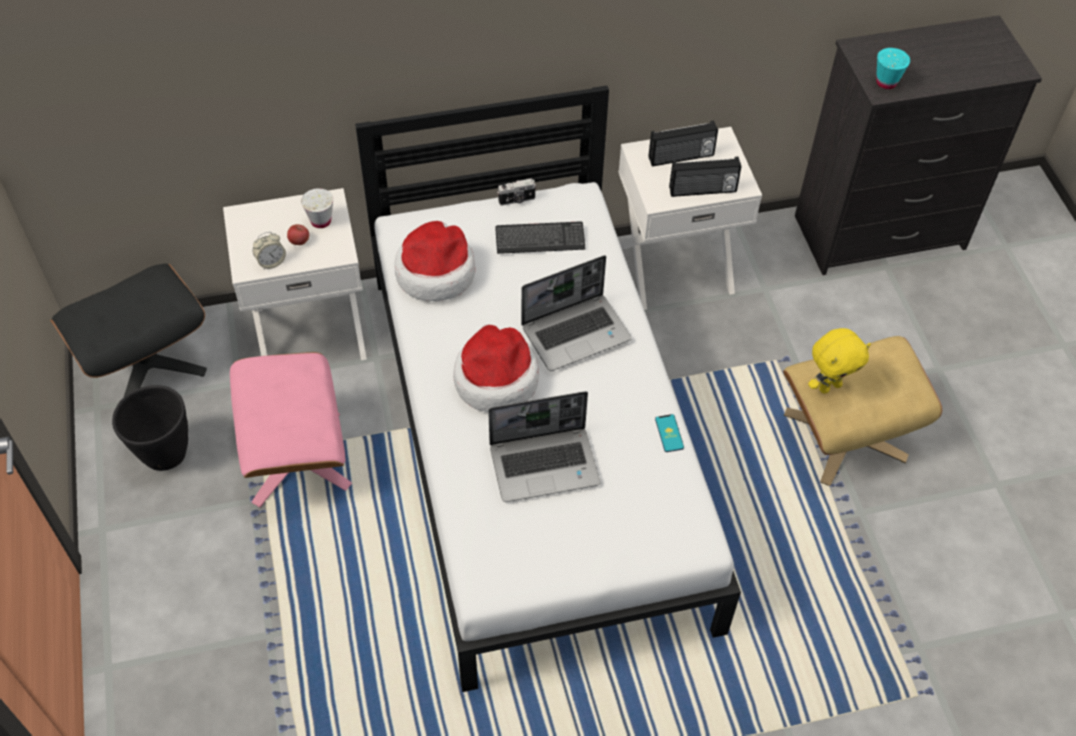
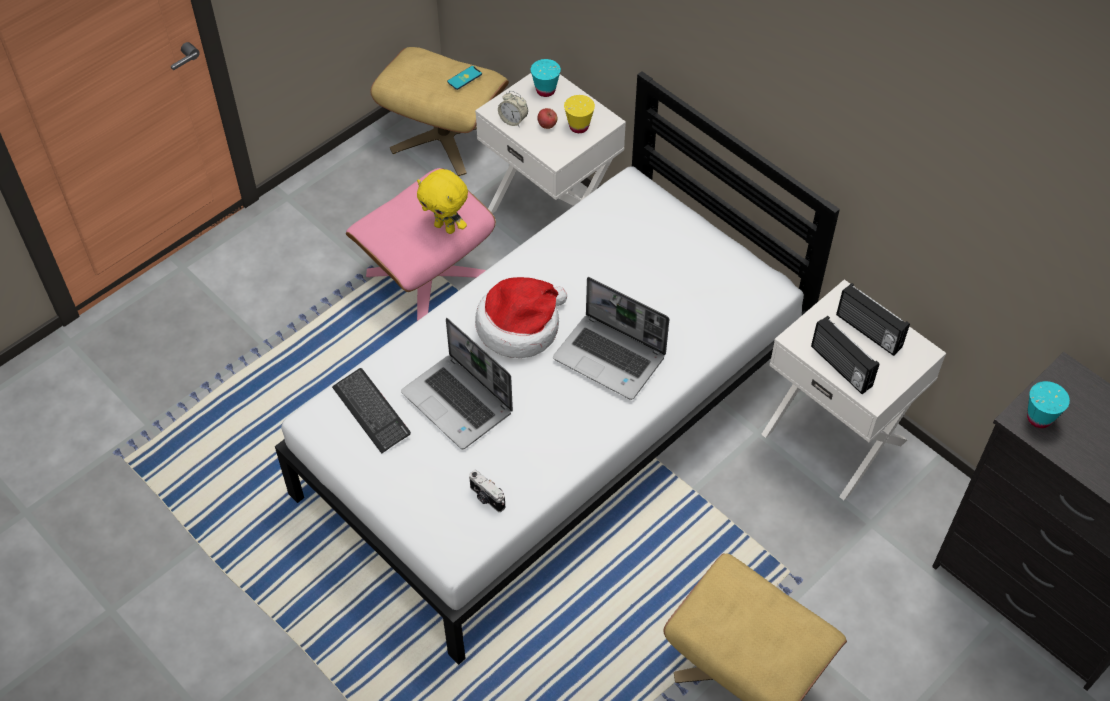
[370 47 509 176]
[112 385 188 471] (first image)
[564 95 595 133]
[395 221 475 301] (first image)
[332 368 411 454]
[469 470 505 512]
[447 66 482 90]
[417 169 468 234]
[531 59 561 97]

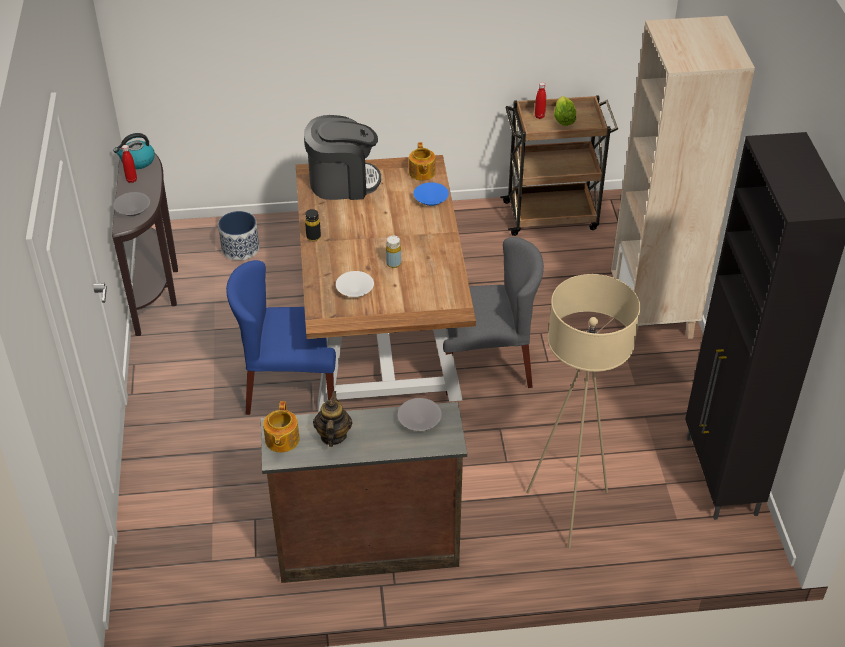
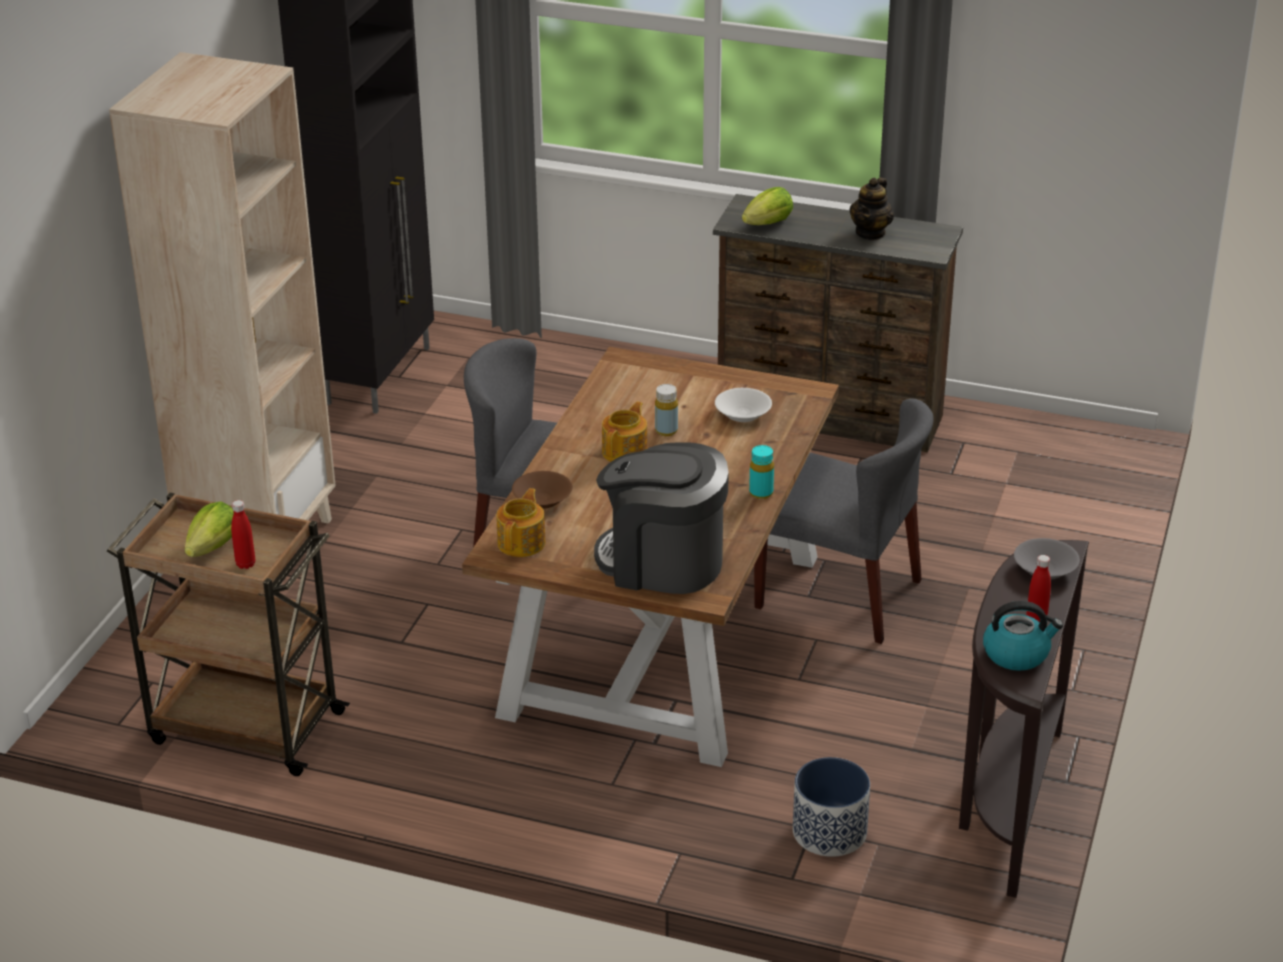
[754 398 934 644]
[602 402 647 462]
[749 445 774 499]
[742 187 793 225]
[512 471 573 509]
[526 274 640 548] (first image)

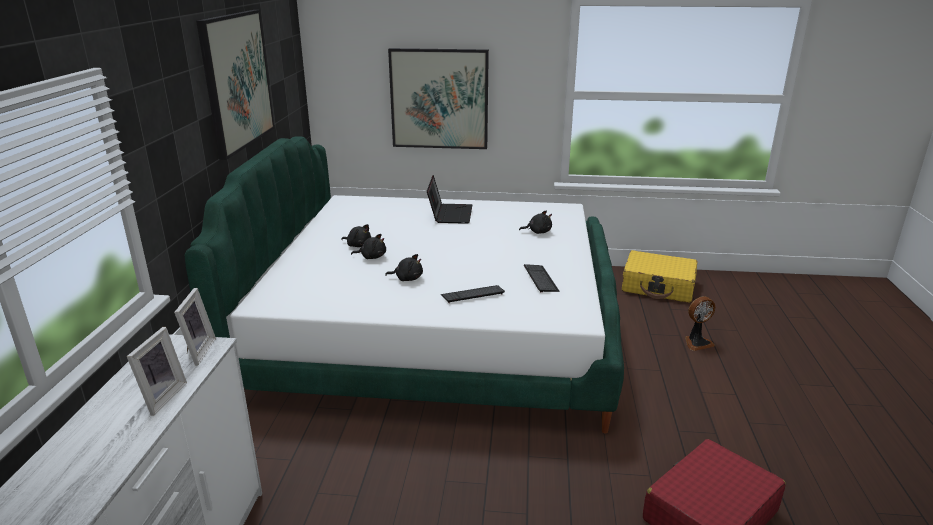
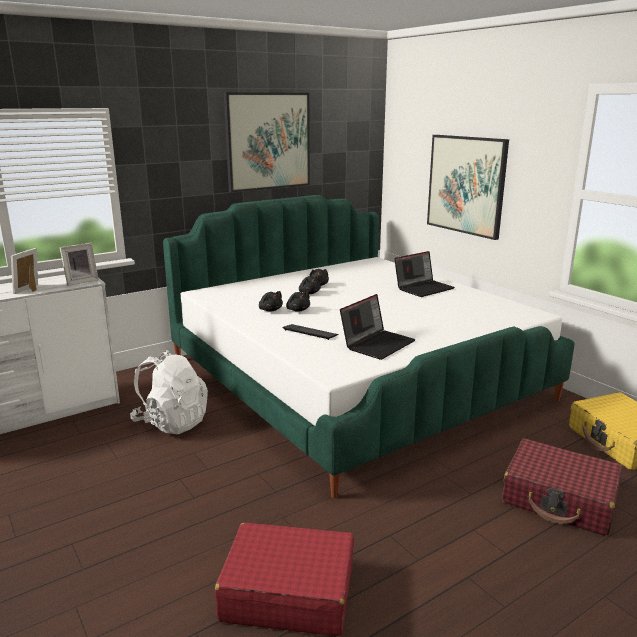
[11 248 38 294]
[259 291 283 311]
[340 294 416 360]
[502 439 622 536]
[130 350 208 434]

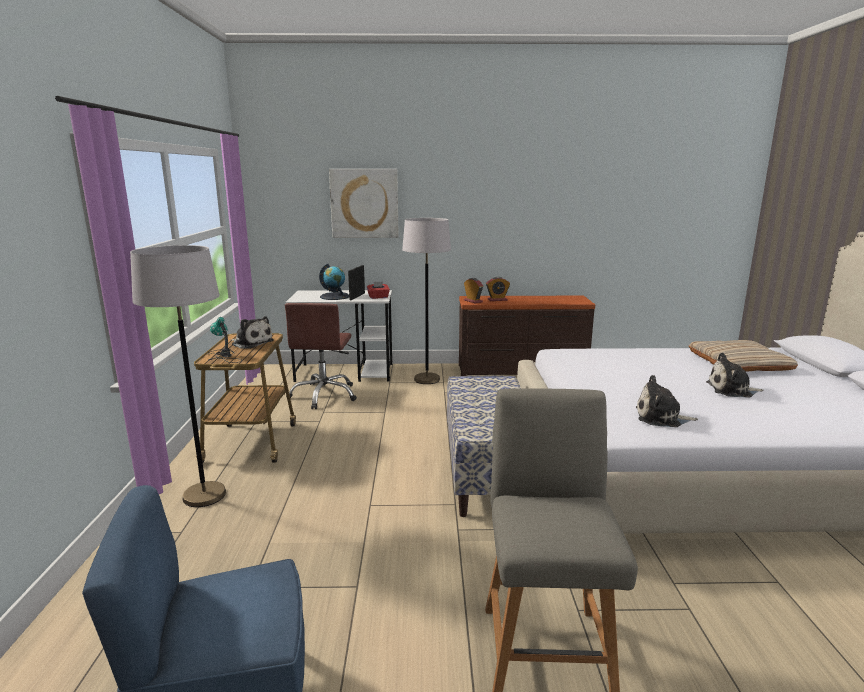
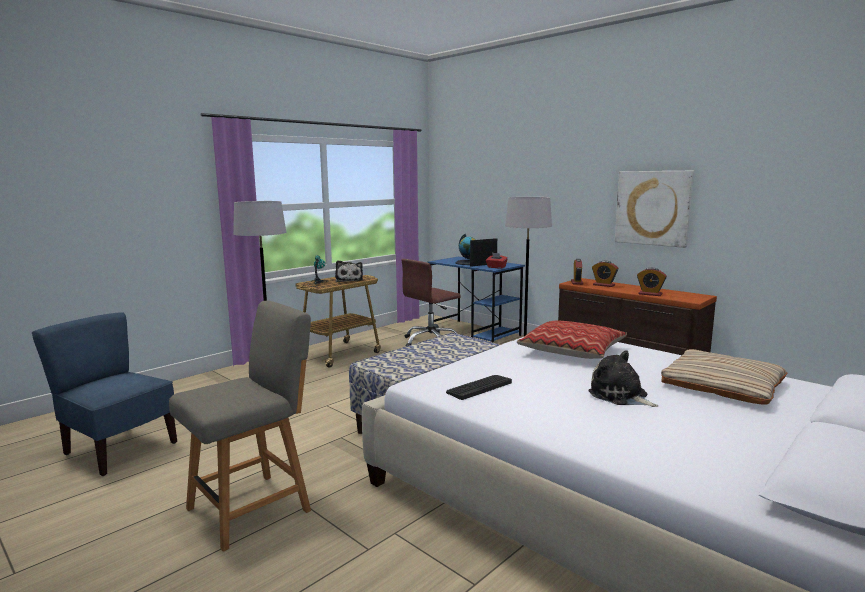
[427 257 525 343]
[615 171 694 248]
[446 375 512 400]
[517 321 627 359]
[637 268 667 296]

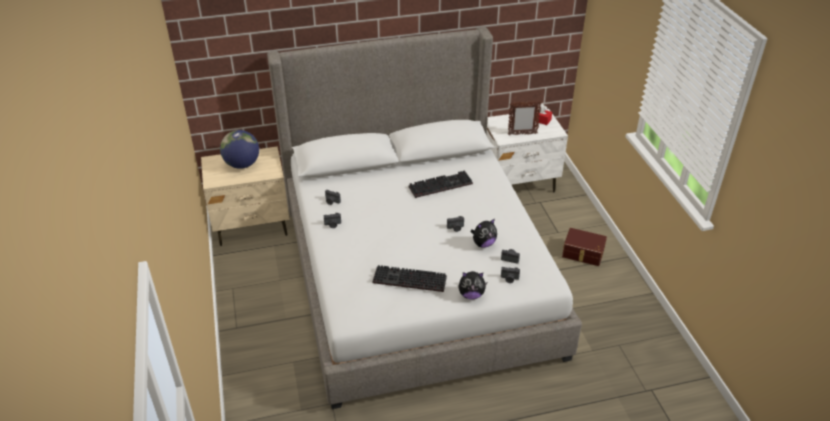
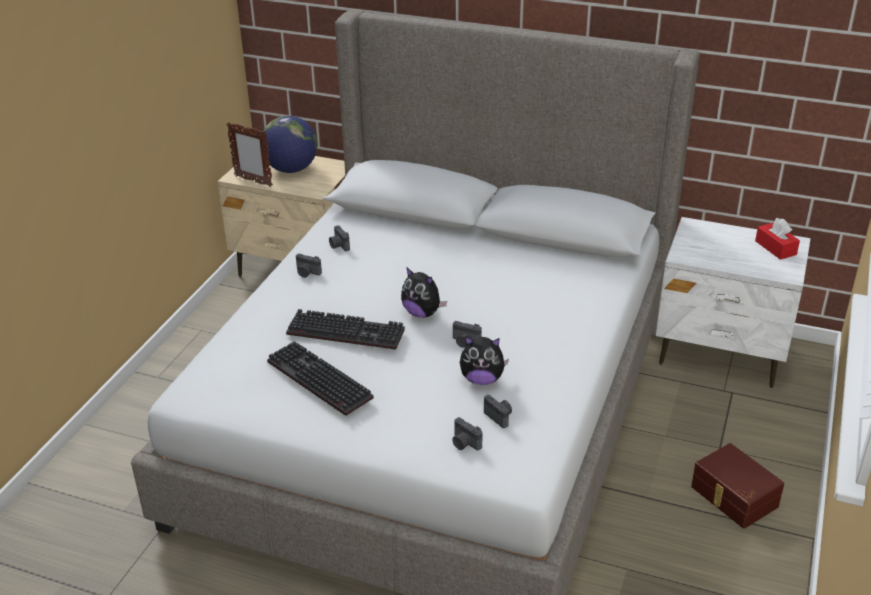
[286 309 405 350]
[401 268 447 318]
[226 122 273 187]

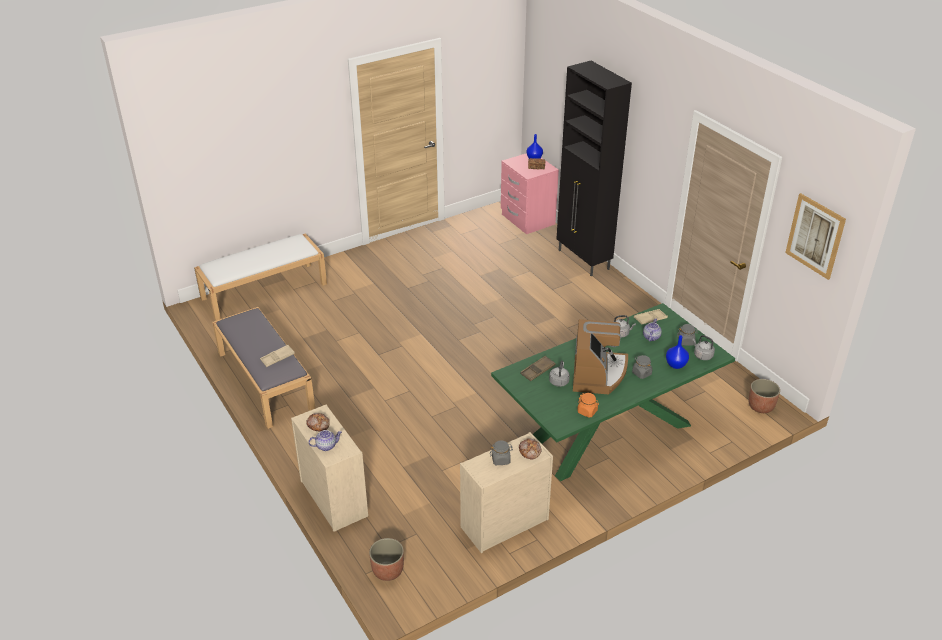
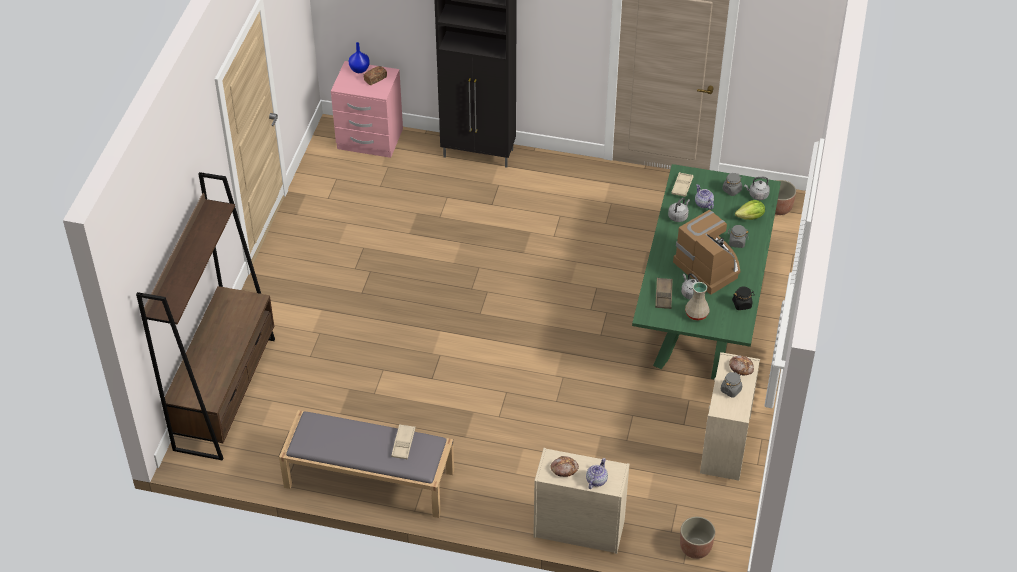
[136 172 275 461]
[732 286 755 310]
[735 200 765 220]
[785 193 846 280] (first image)
[685 282 710 321]

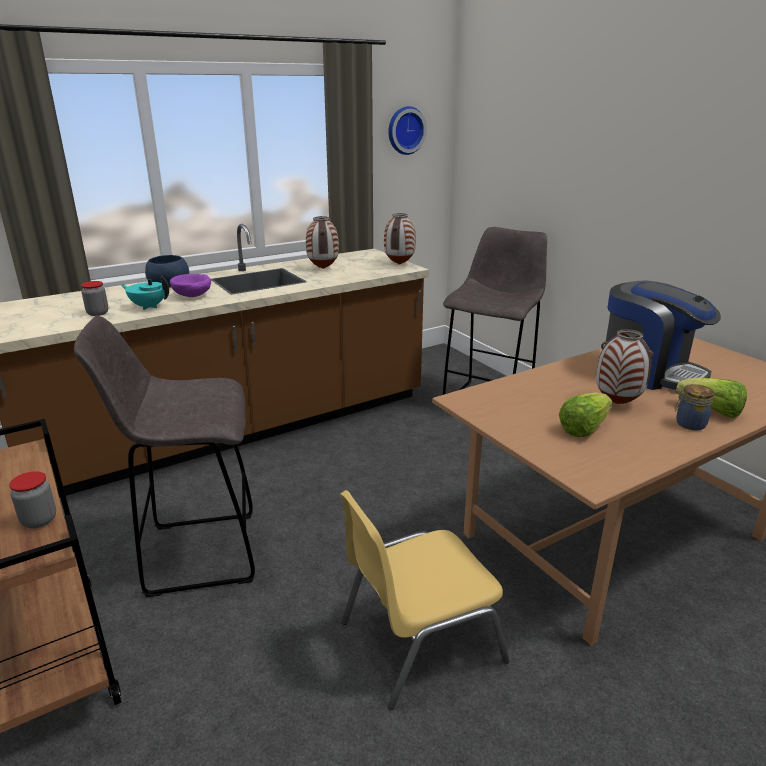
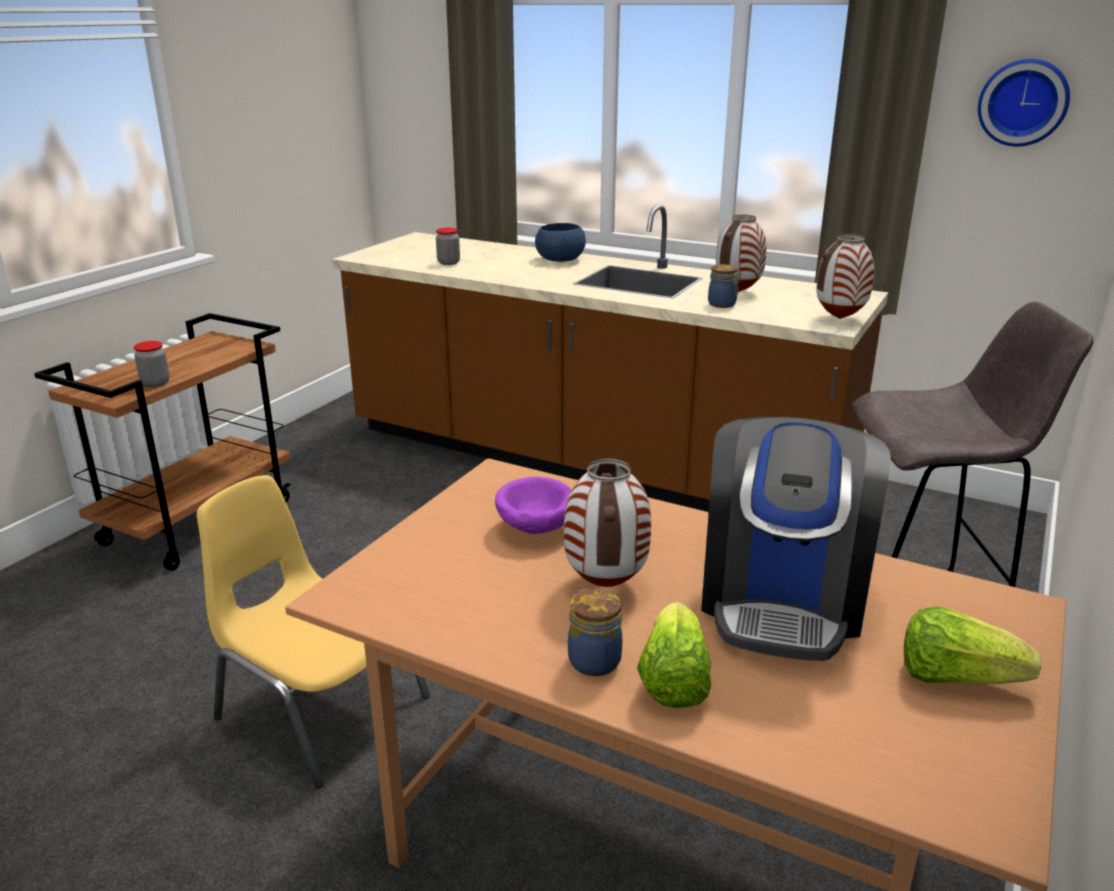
[74 316 255 597] (first image)
[121 276 169 310] (first image)
[495 477 572 534]
[904 606 1041 684]
[708 264 740 308]

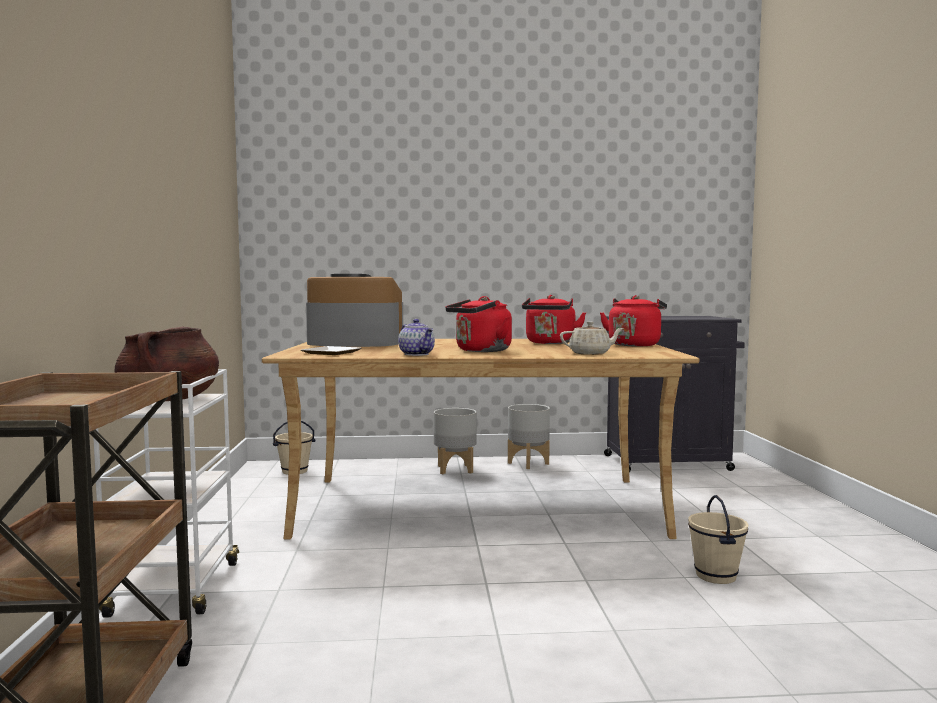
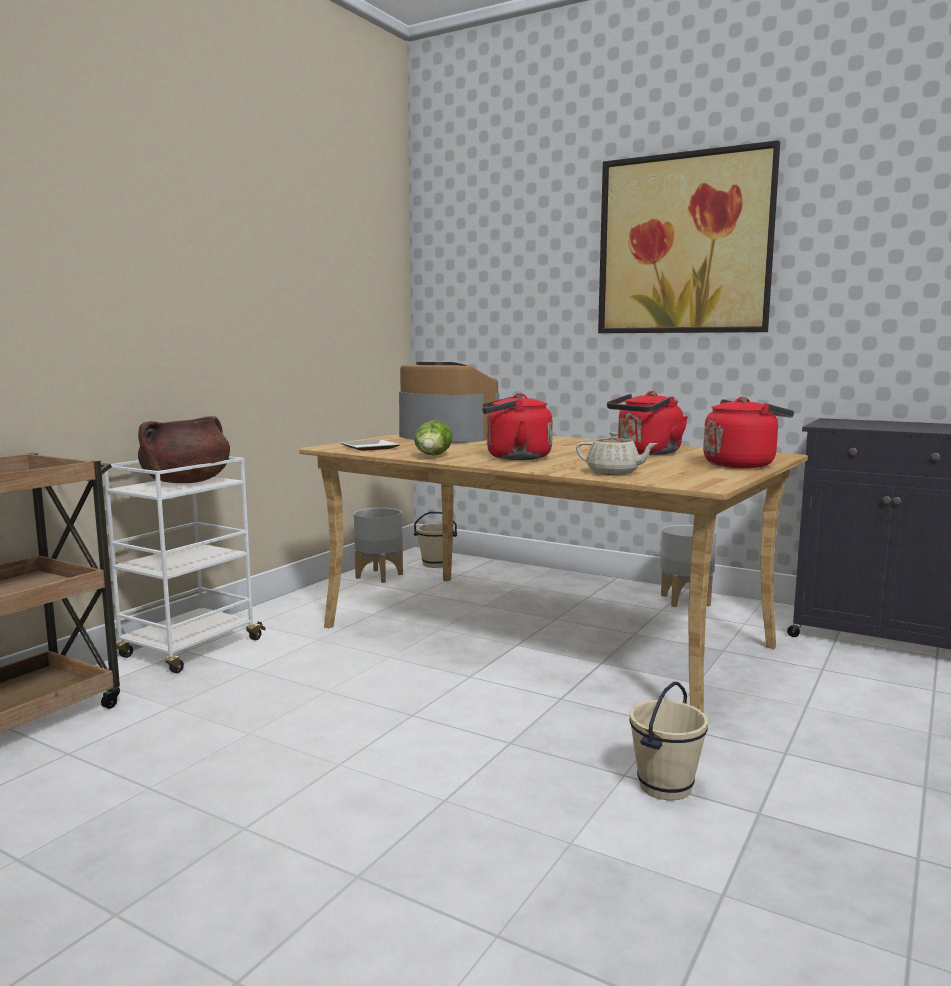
[414 420 452 456]
[354 508 403 583]
[598 140 780 333]

